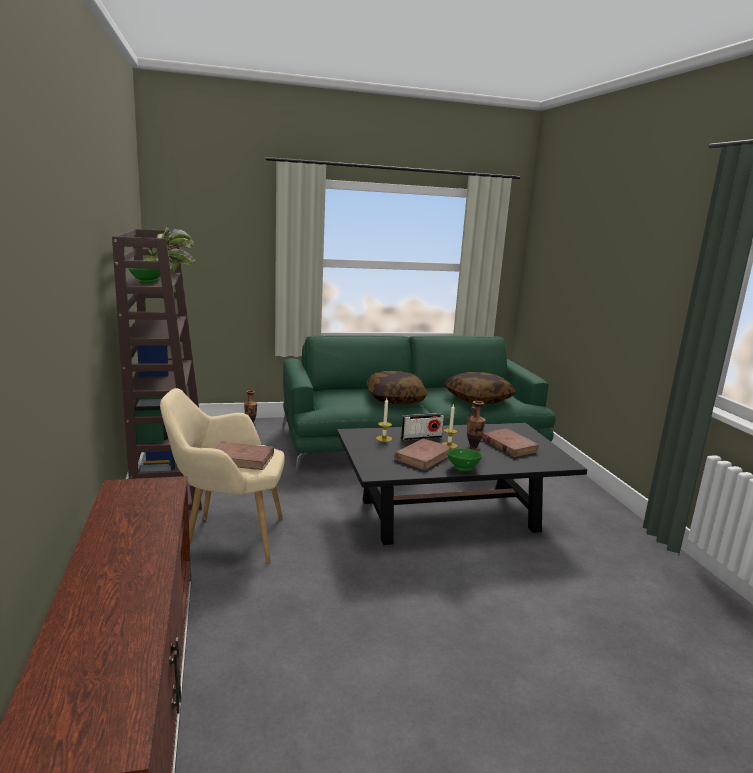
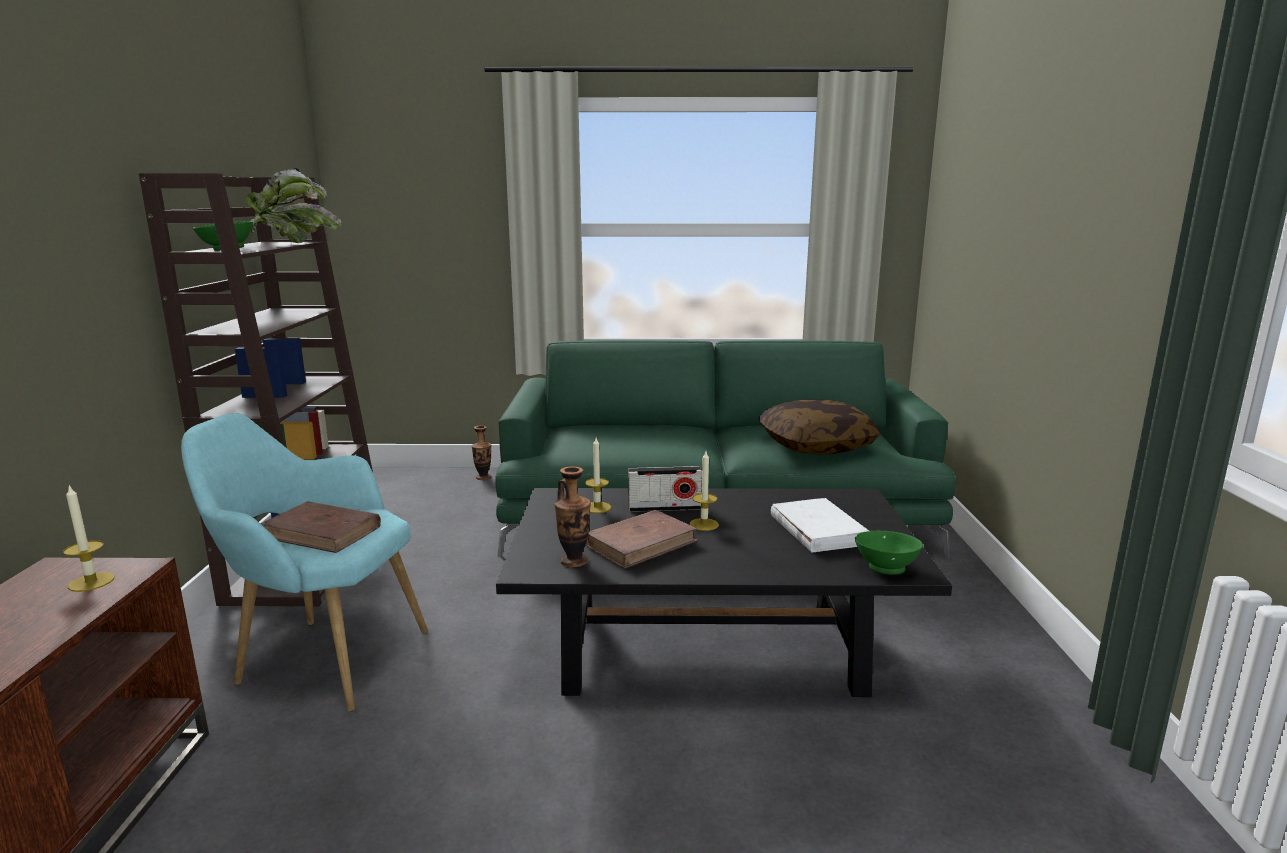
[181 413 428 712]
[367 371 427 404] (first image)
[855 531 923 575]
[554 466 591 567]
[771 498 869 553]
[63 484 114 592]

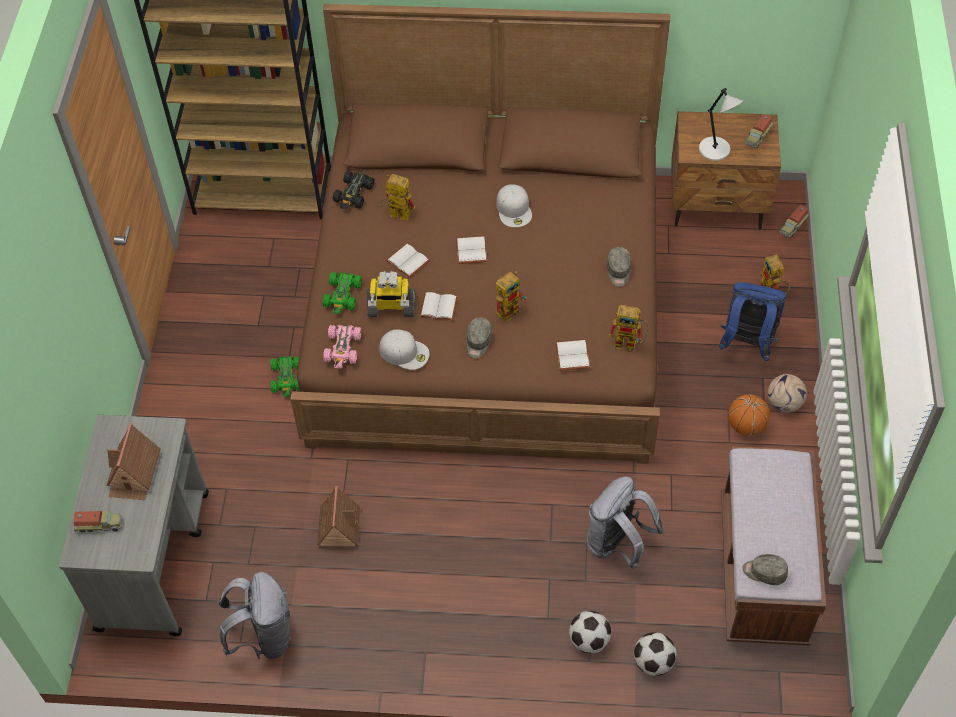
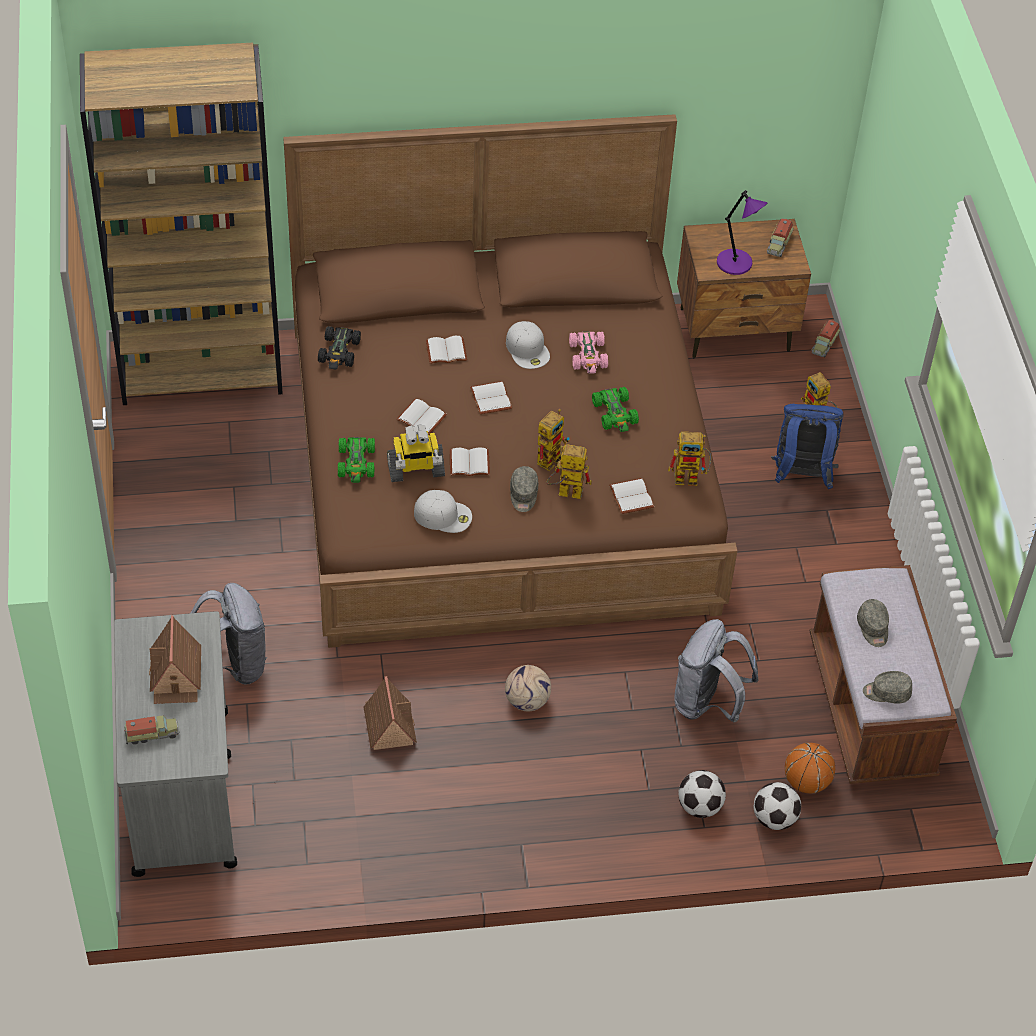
[190 583 267 685]
[592 387 639 432]
[569 331 608 374]
[546 444 592 499]
[857 599 889 647]
[717 190 768 275]
[785 743 835 793]
[505 665 551 712]
[426 336 467 364]

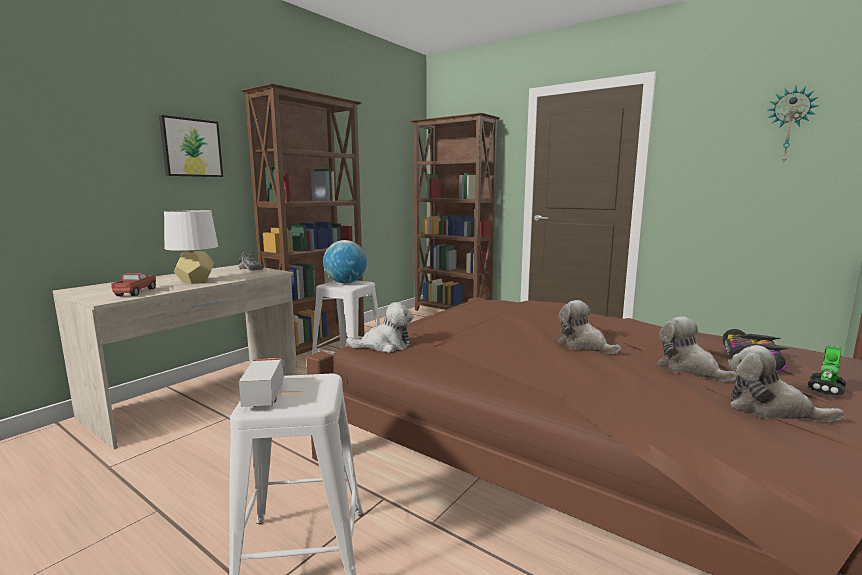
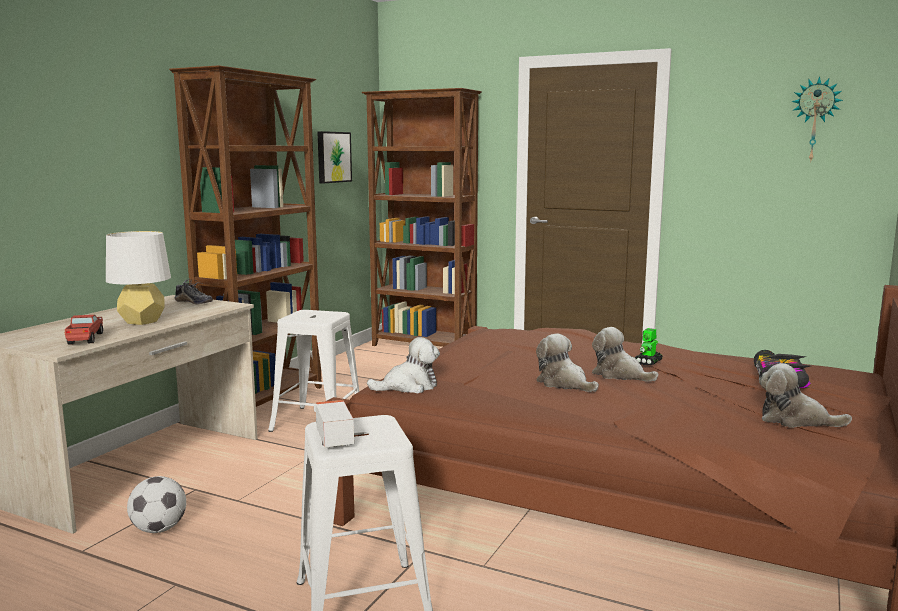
[317 131 352 183]
[323 240 367 284] (first image)
[536 334 599 392]
[634 328 663 365]
[127 476 186 533]

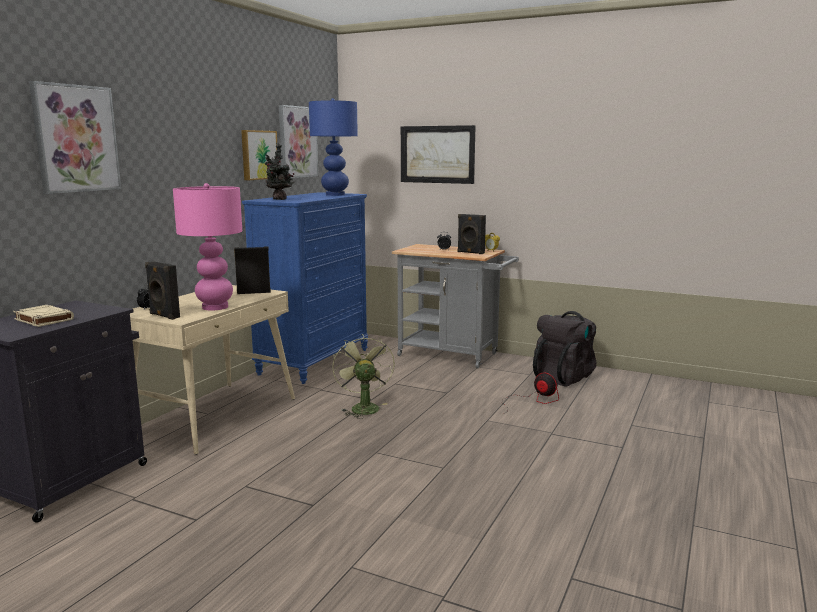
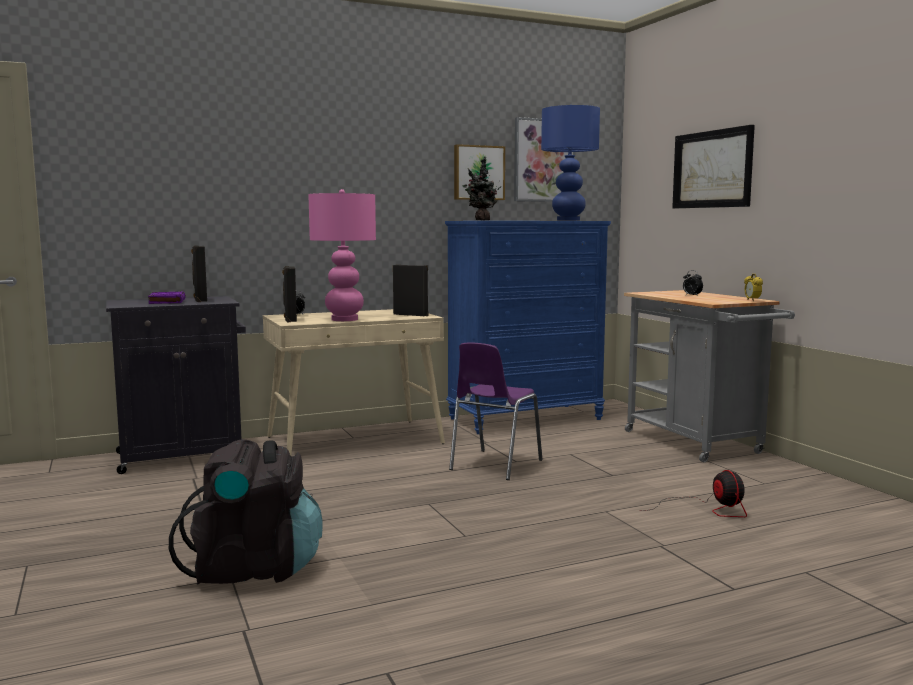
[148 291 186 304]
[29 81 121 194] (first image)
[449 342 543 480]
[191 245 207 302]
[169 439 322 585]

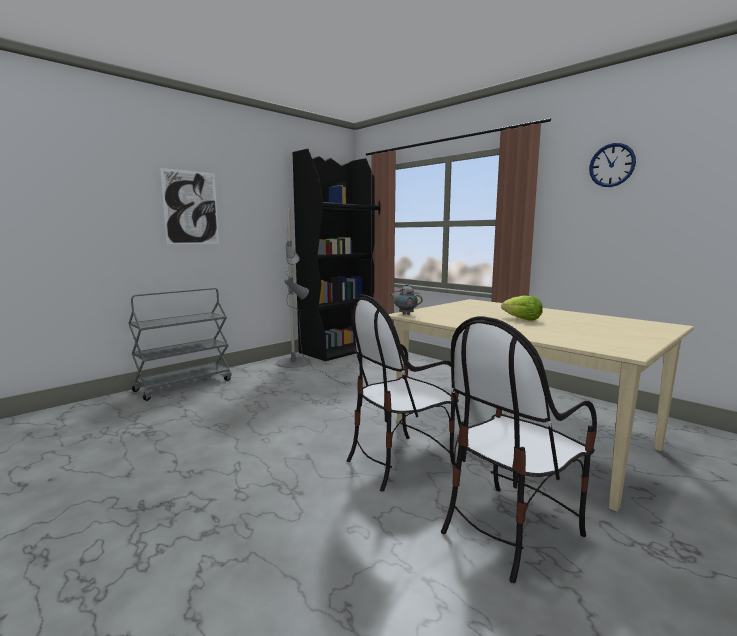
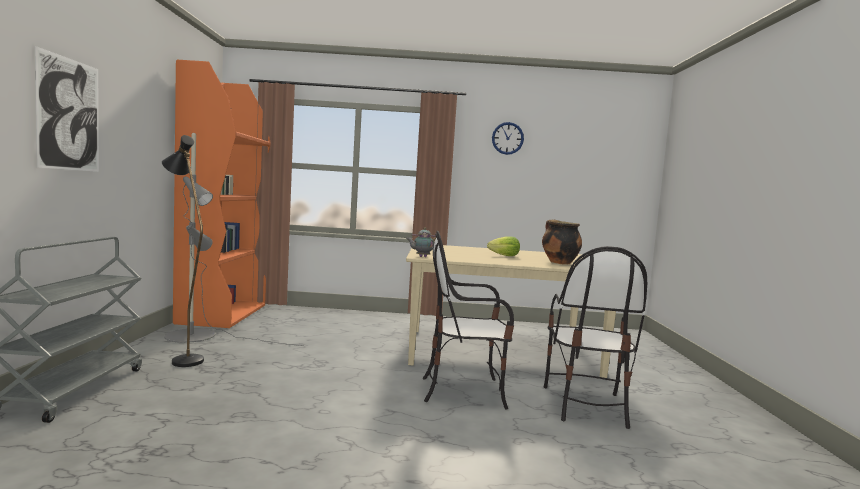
[173 60 270 328]
[423 231 514 410]
[162 135 204 367]
[542 220 582 265]

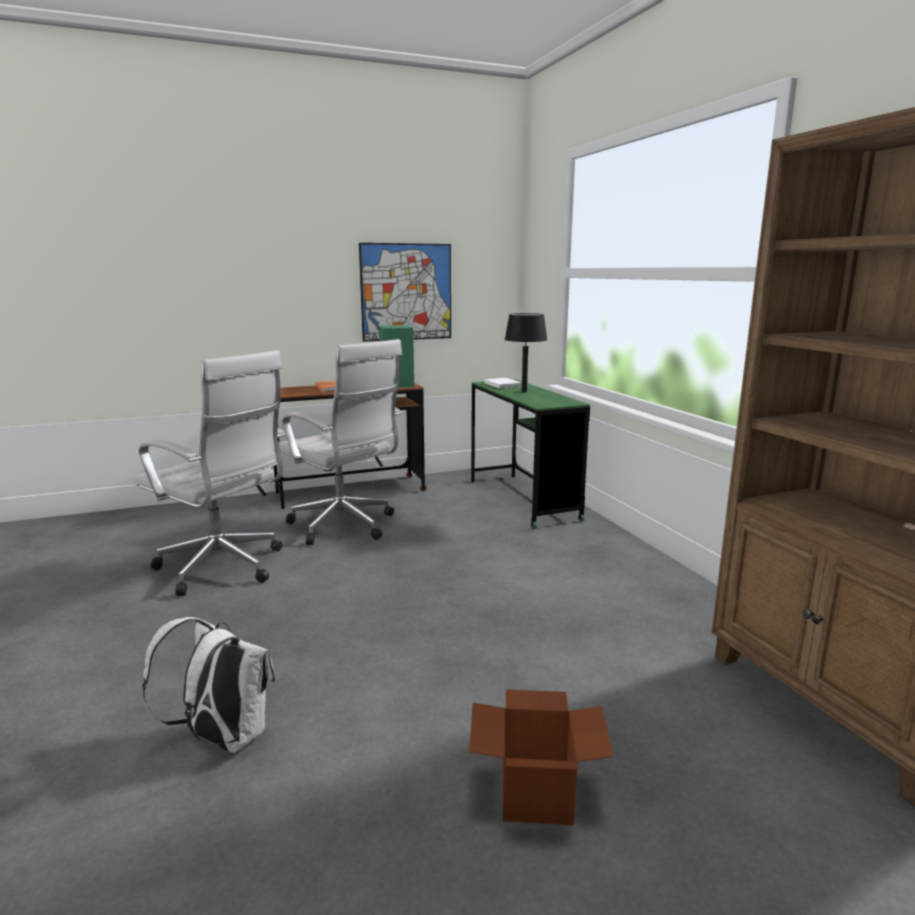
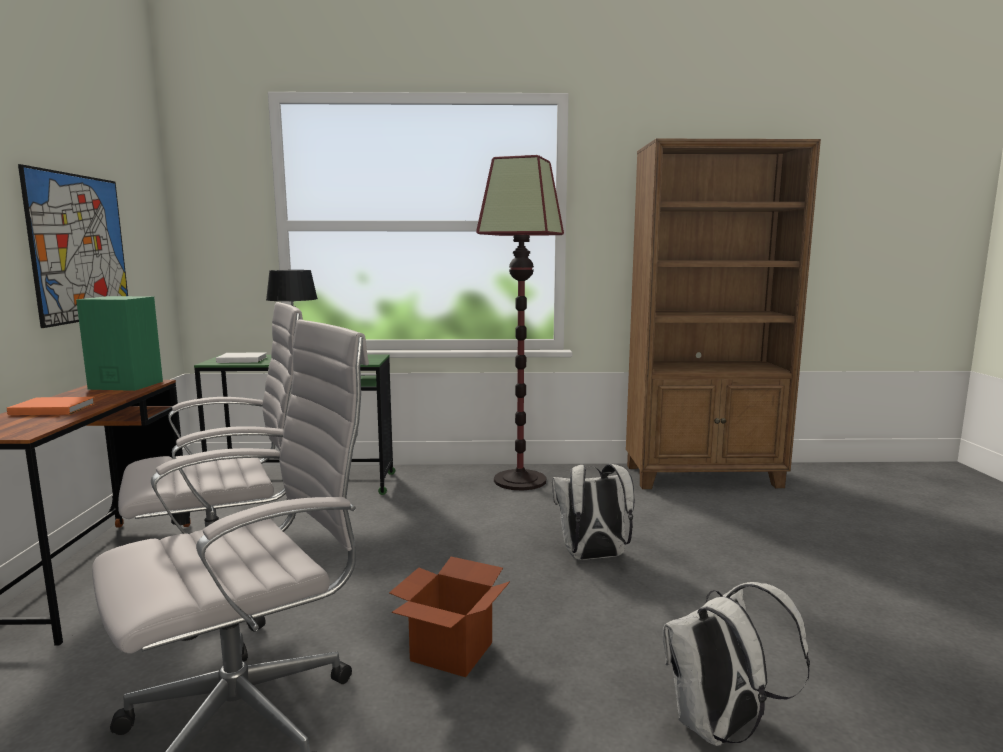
[389 557 510 677]
[476 155 564 491]
[552 464 634 560]

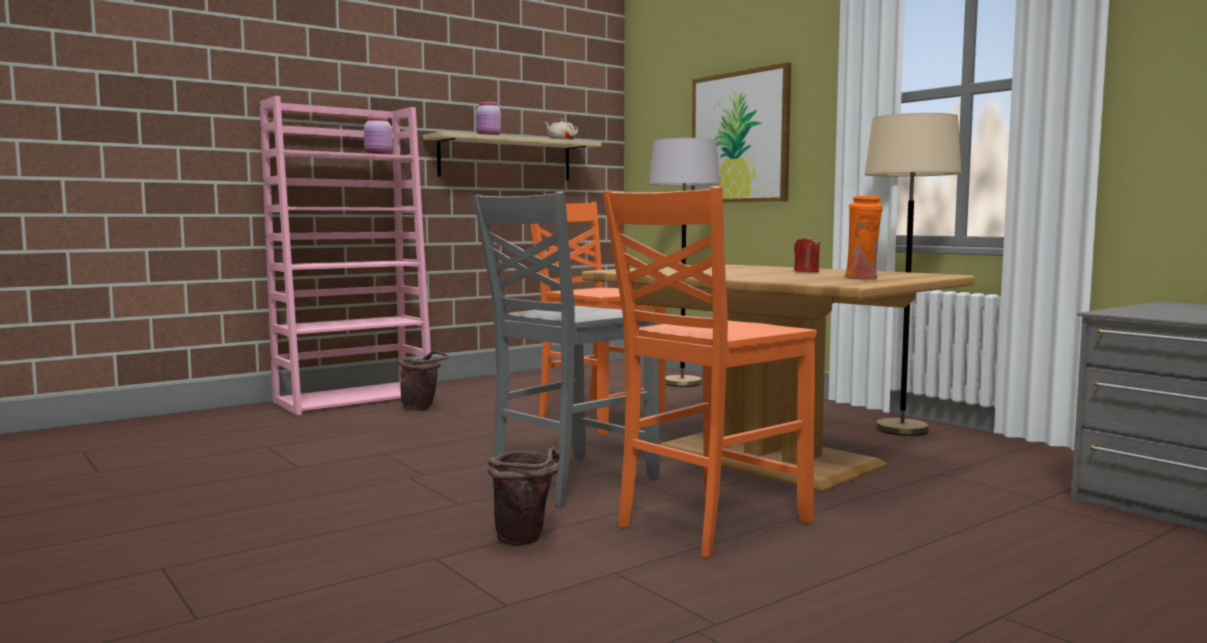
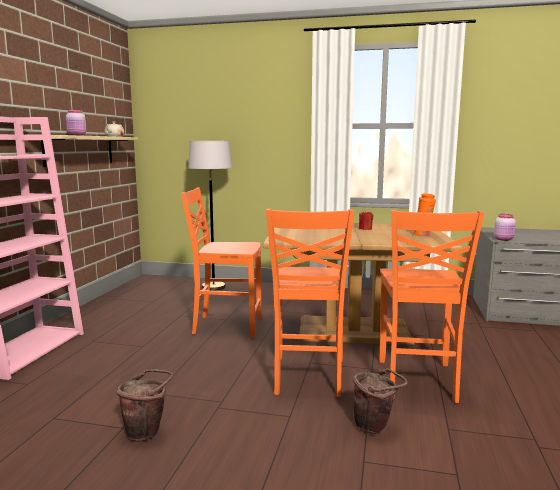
[494 214 516 241]
[117 369 173 442]
[266 209 354 397]
[691 62 791 203] (first image)
[864 113 962 436] (first image)

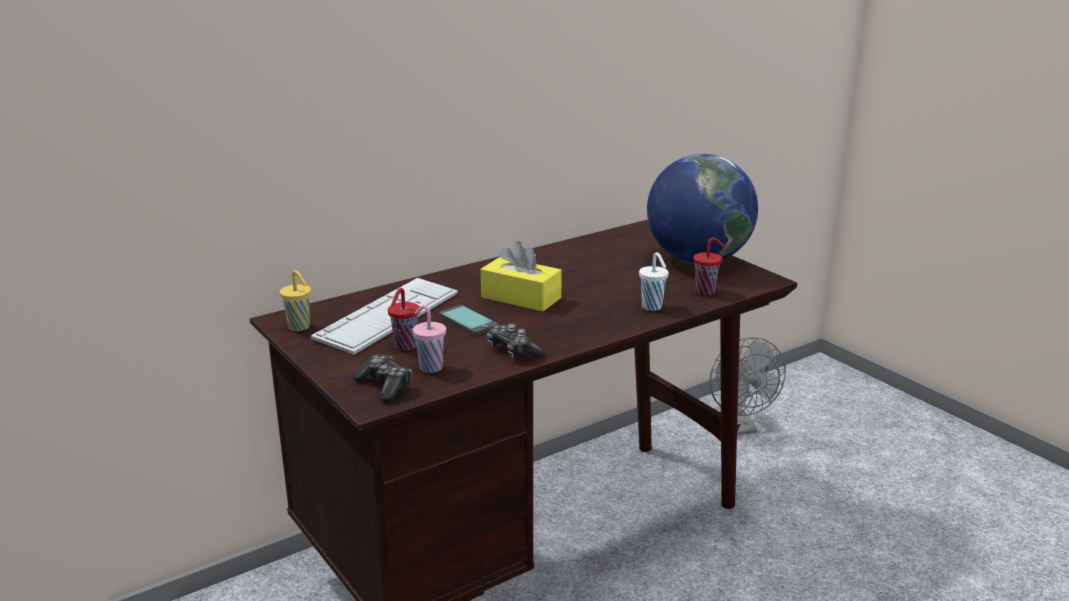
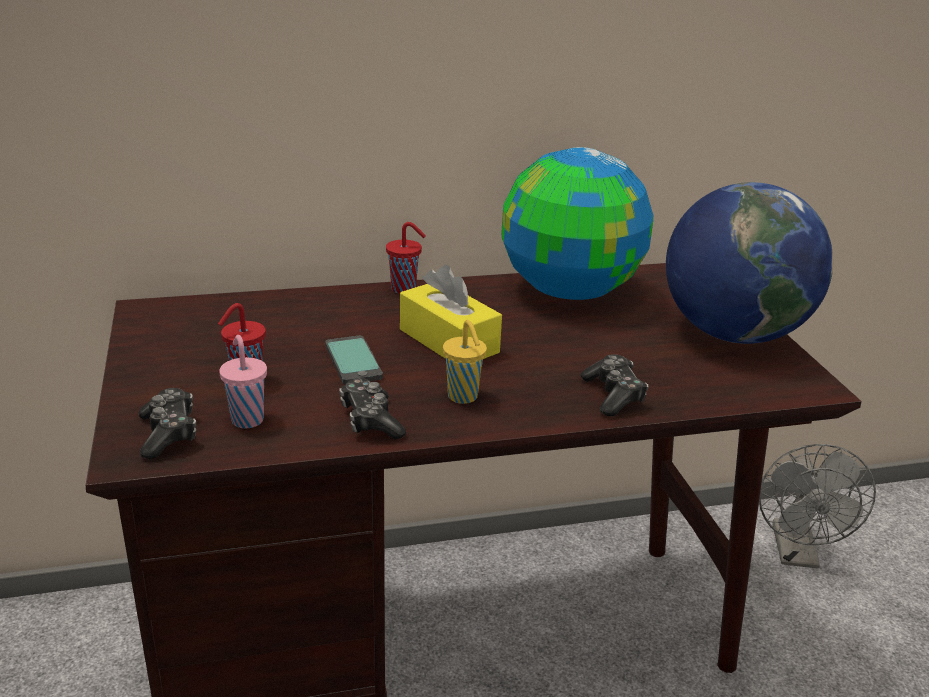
[443 320 487 404]
[311 278 458 355] (first image)
[581 354 649 416]
[386 222 426 294]
[502 147 654 300]

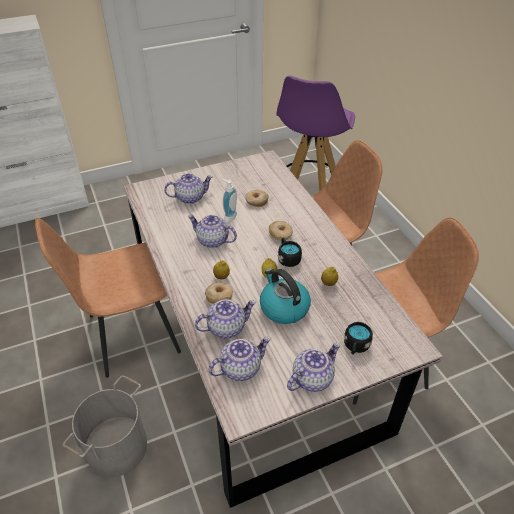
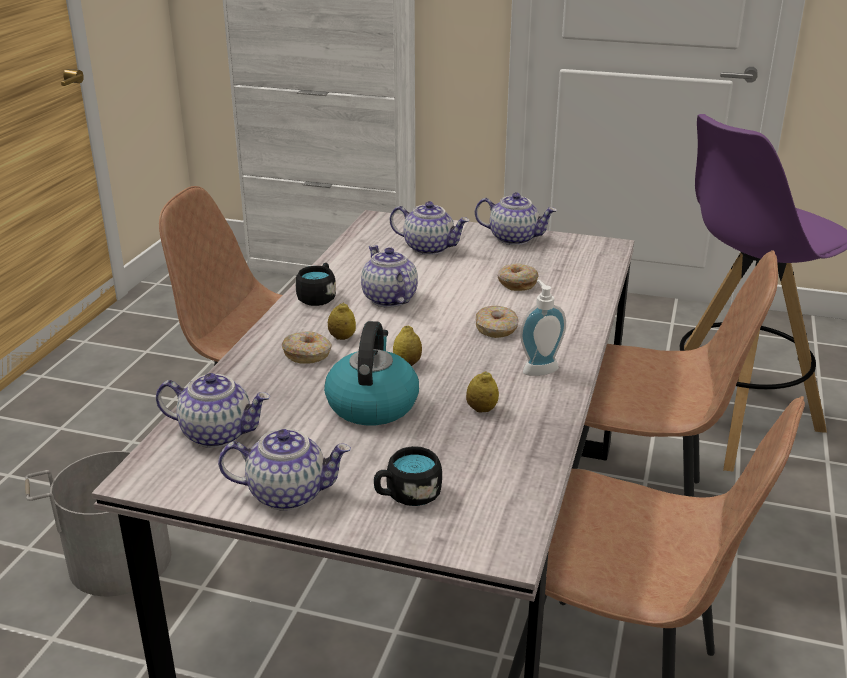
[475 192 557 245]
[520 280 566 376]
[296 263 336 306]

